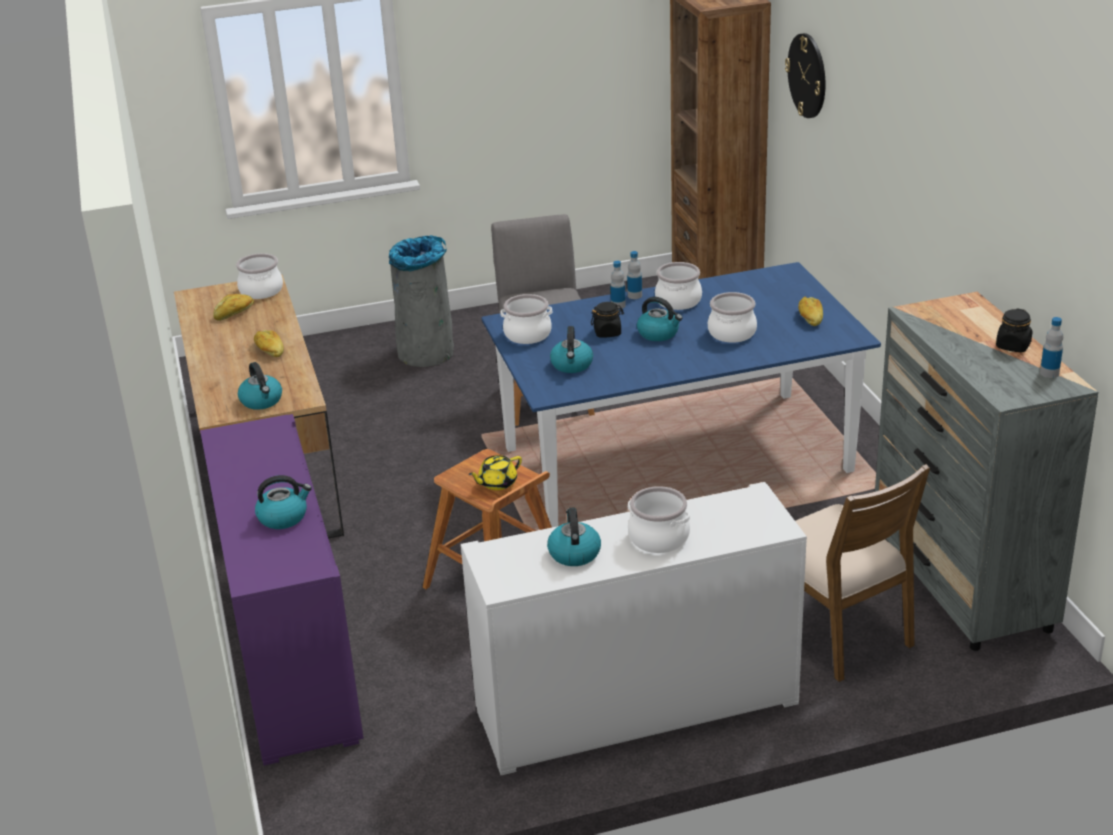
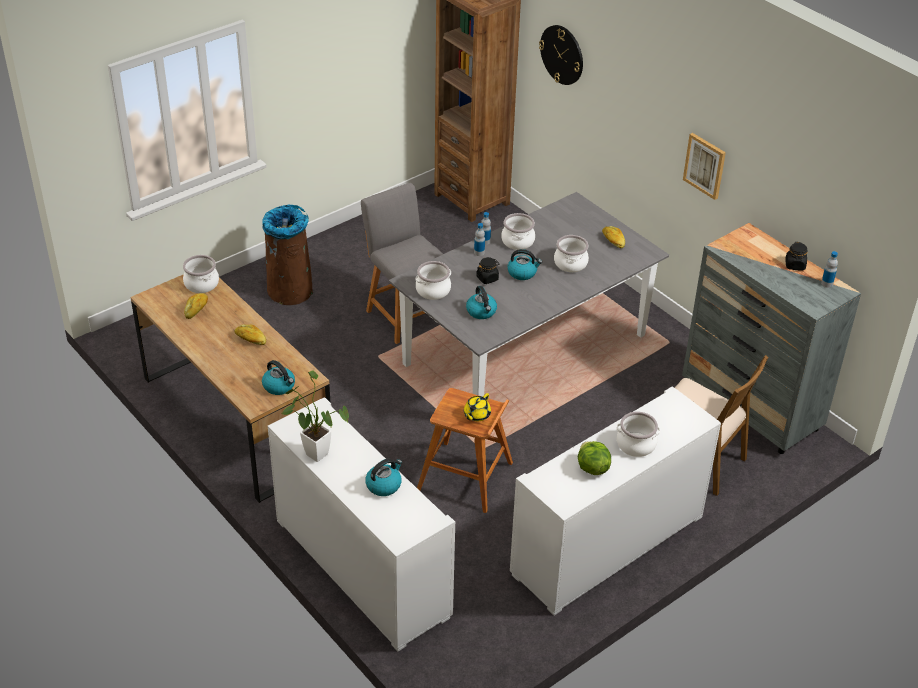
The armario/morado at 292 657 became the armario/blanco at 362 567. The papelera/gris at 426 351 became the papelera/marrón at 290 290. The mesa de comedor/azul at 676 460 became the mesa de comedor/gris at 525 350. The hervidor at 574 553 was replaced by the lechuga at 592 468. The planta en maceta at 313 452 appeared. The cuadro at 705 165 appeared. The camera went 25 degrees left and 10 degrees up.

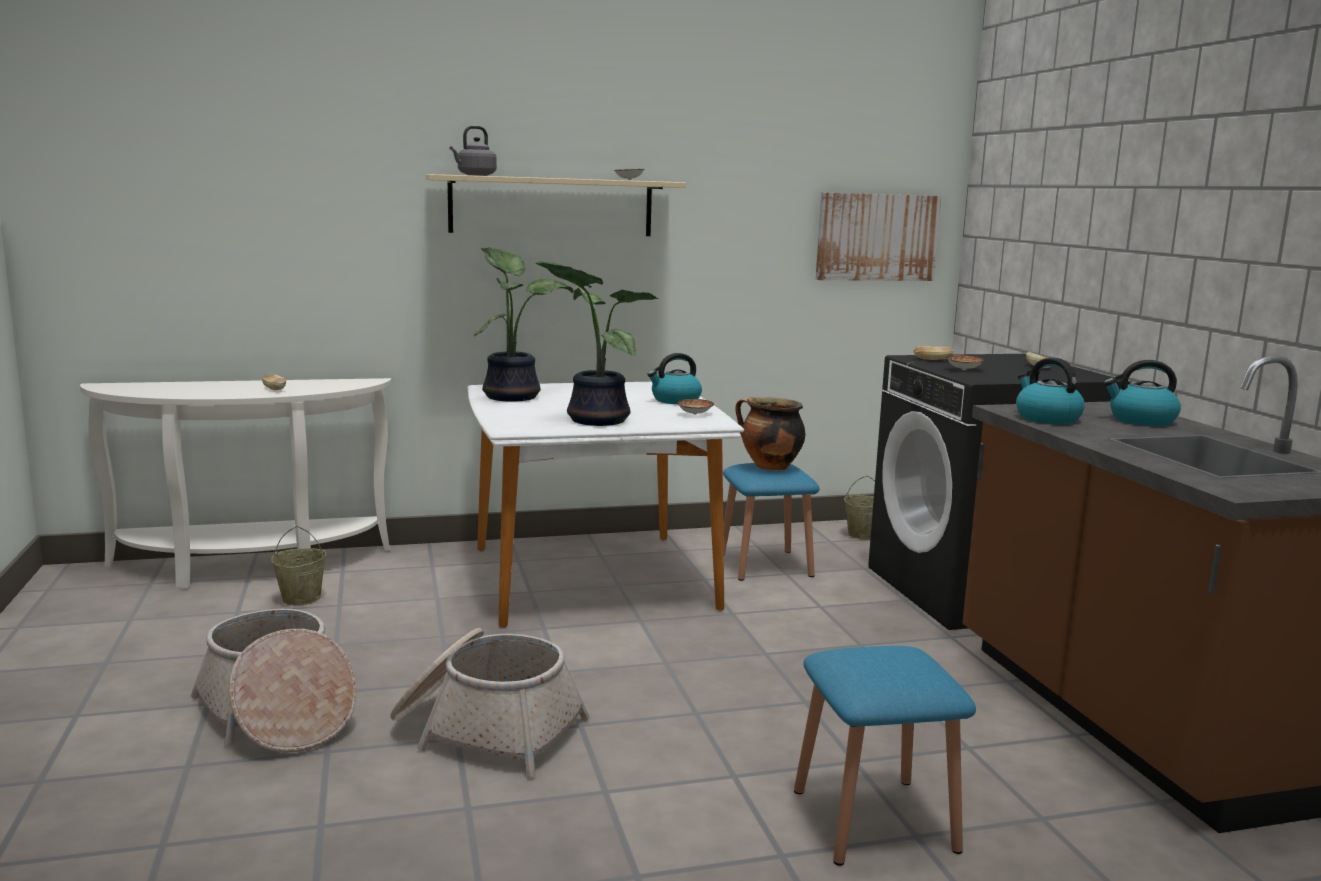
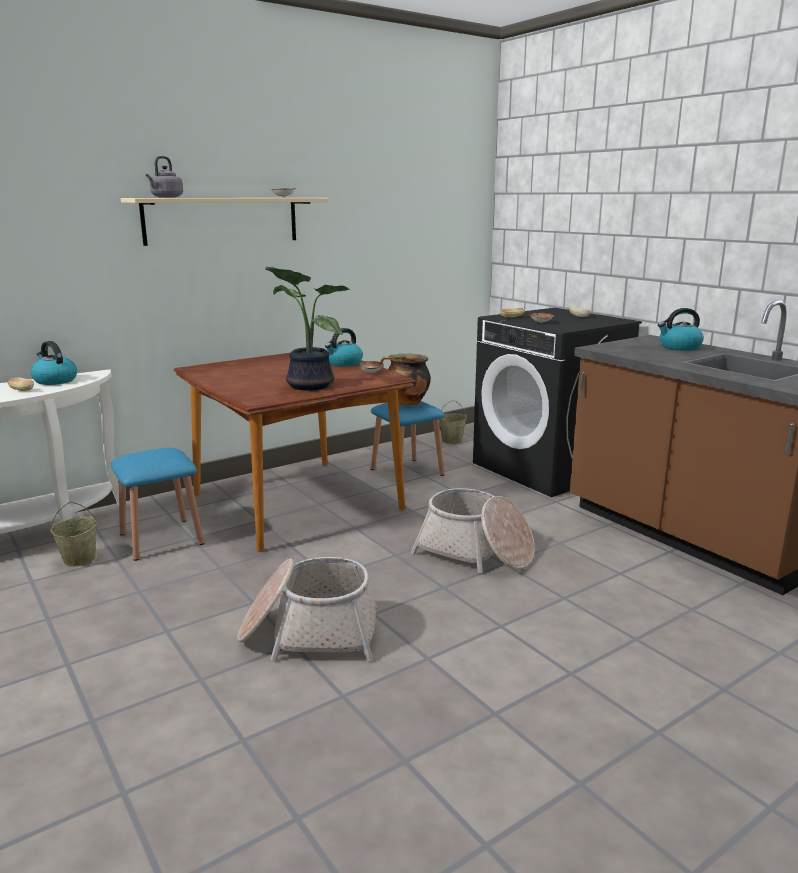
The cesta moved from 277 714 to 475 552. The mesa de comedor/blanco at 592 577 became the mesa de comedor/marrón at 296 501. The planta en maceta at 513 396 disappeared. The taburete/azul moved from 874 820 to 161 539. The cuadro at 877 237 disappeared. The hervidor moved from 1046 418 to 54 380. The camera went 20 degrees left and 5 degrees up.

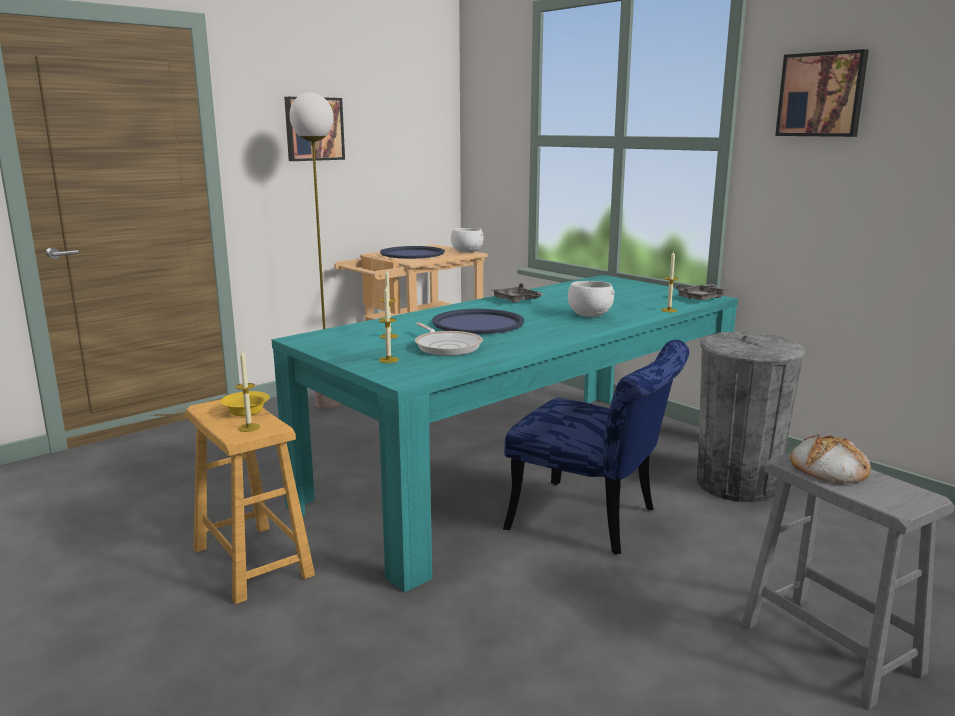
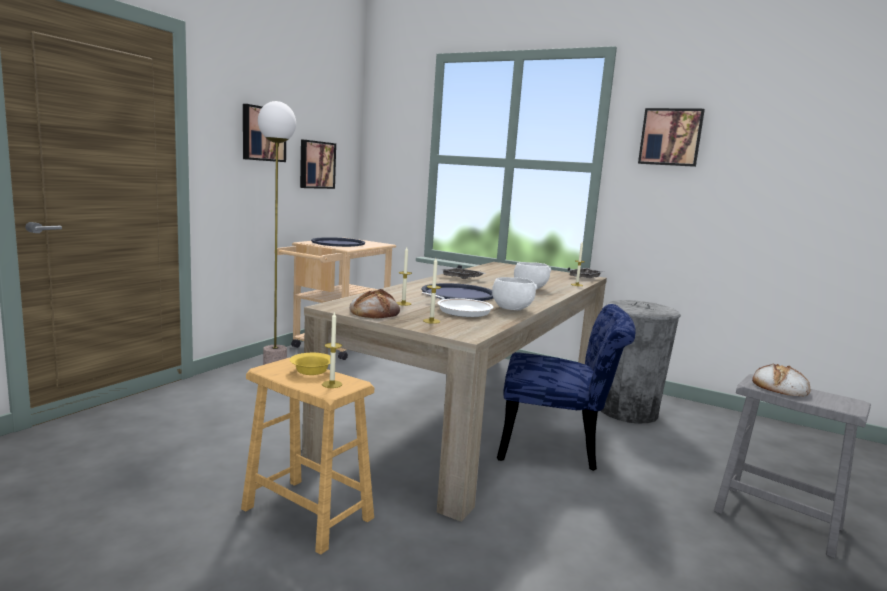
The mesa de comedor/turquesa at 526 469 became the mesa de comedor/beis at 477 412. The cuenco/blanco moved from 466 252 to 511 309. The cuadro at 316 164 appeared. The pan at 374 312 appeared. The camera went 20 degrees left and 5 degrees down.

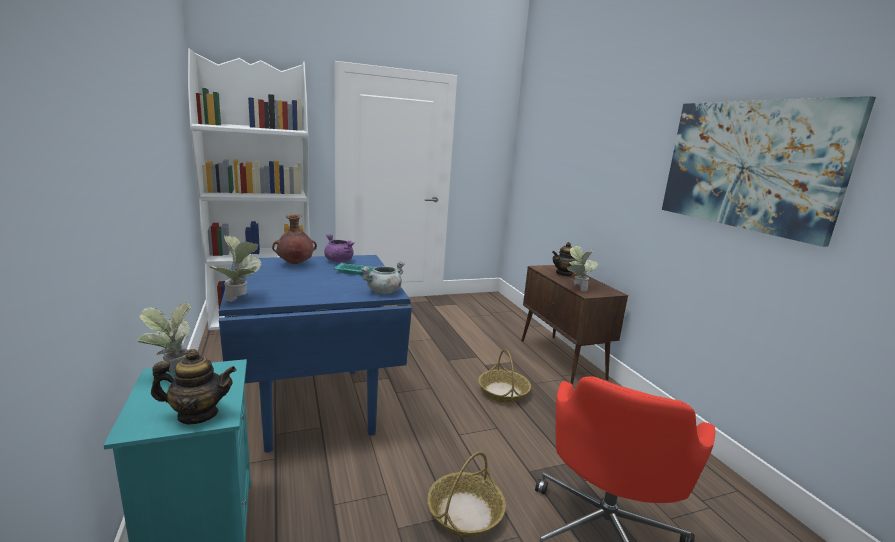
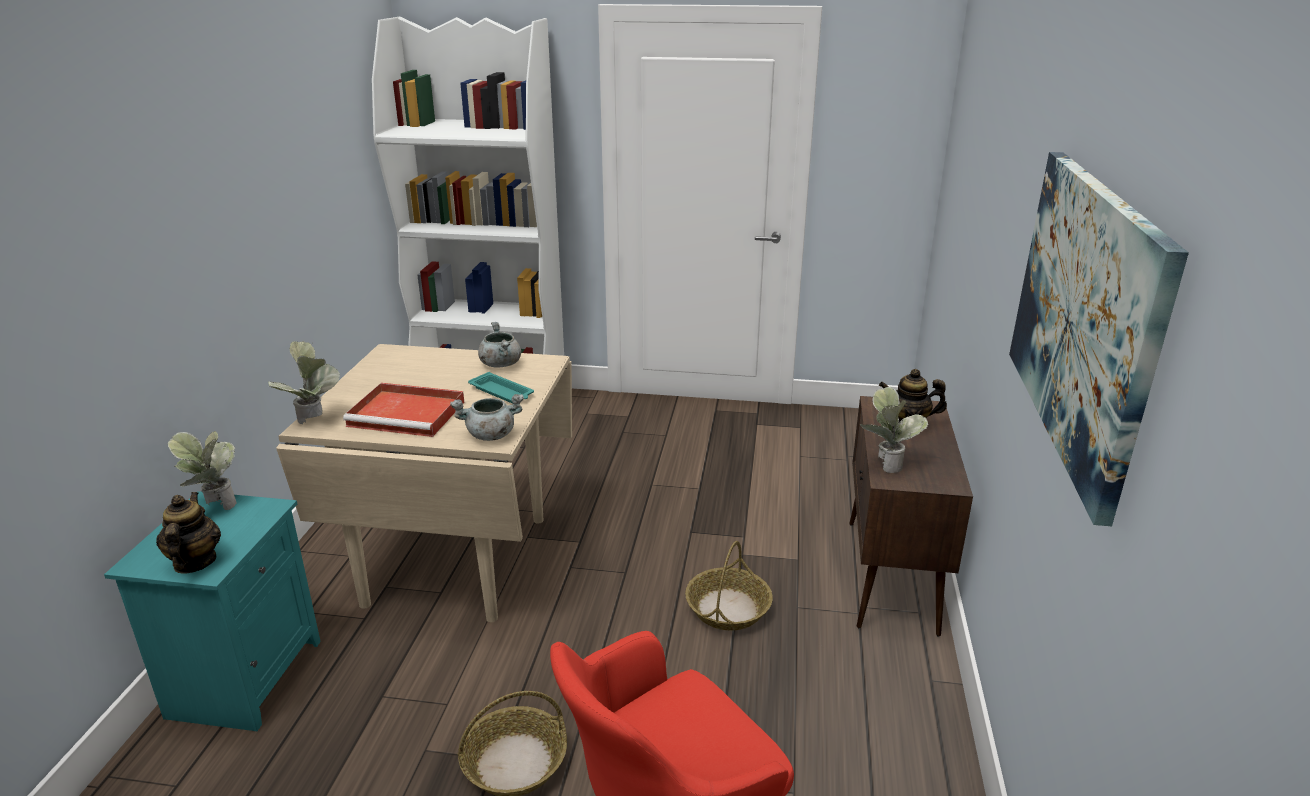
The tetera at 198 414 turned 120 degrees counterclockwise. The mesa de comedor/azul at 315 405 became the mesa de comedor/beis at 456 559. The florero/marrón at 295 264 disappeared. The olla/morado at 338 261 became the olla/gris at 500 364. The bandeja/rojo at 409 414 appeared. The camera went 30 degrees right and 10 degrees up.

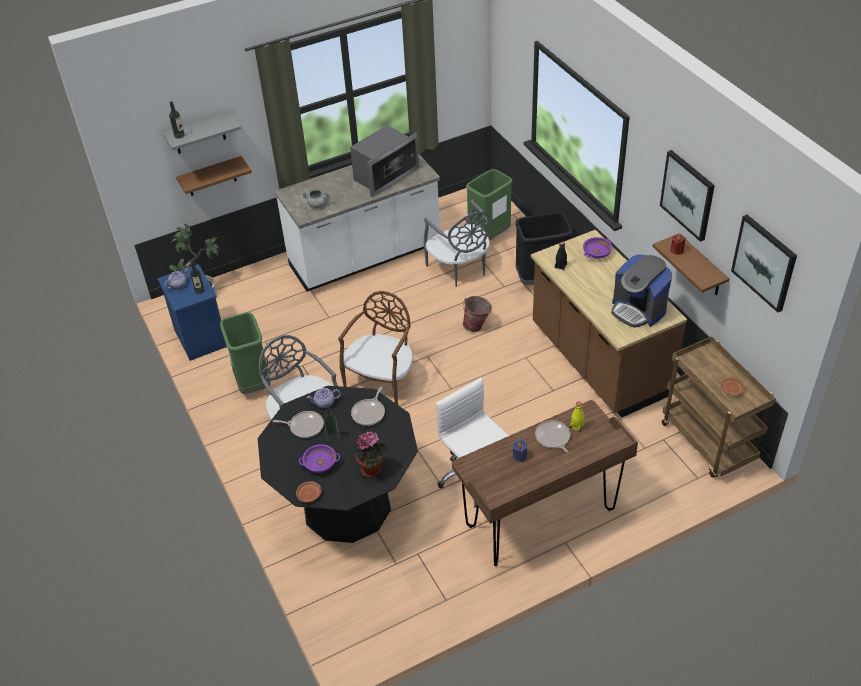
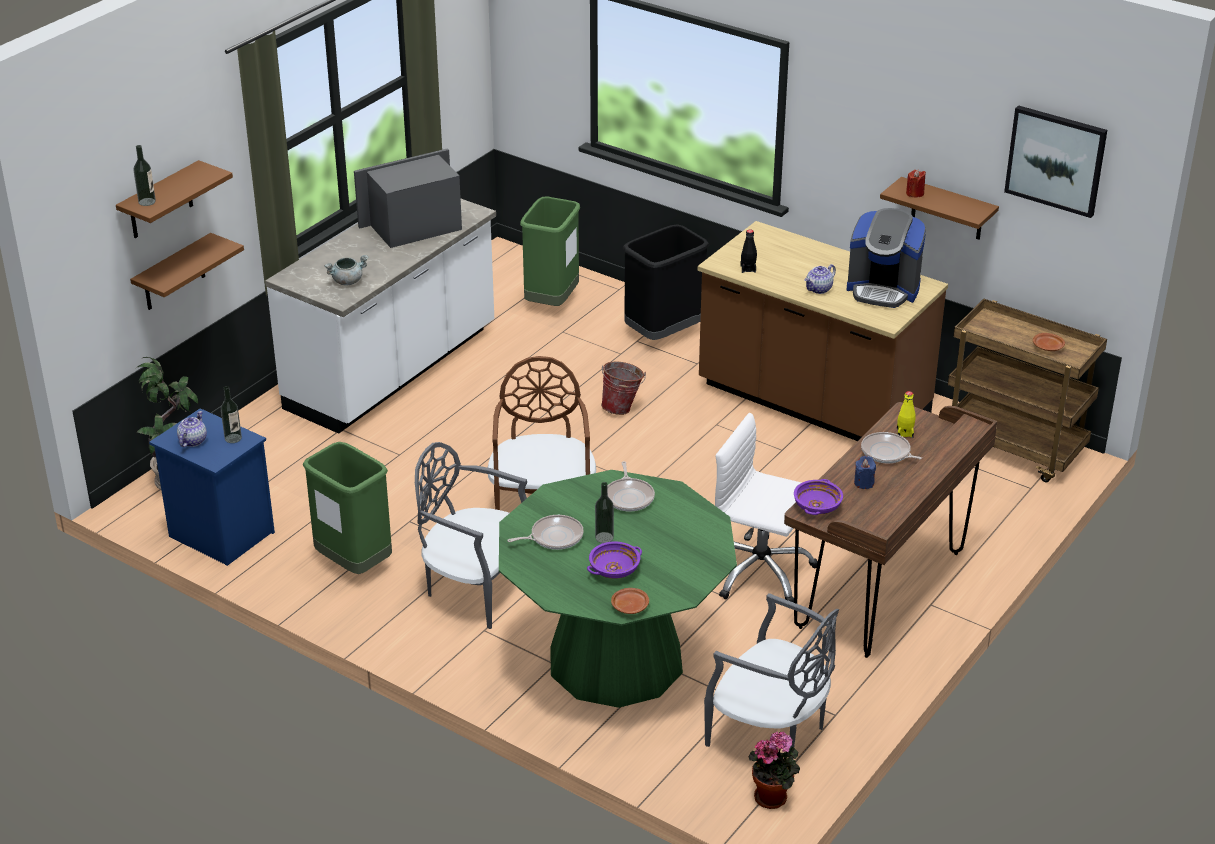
The estante/gris at 199 134 became the estante/marrón at 160 201. The mesa de comedor/negro at 347 506 became the mesa de comedor/verde at 616 660. The tetera moved from 324 403 to 819 289. The microondas at 384 175 turned 135 degrees counterclockwise. The planta en maceta moved from 373 469 to 773 797. The silla/gris moved from 459 269 to 770 732. The cuenco/morado moved from 597 253 to 817 507. The cuadro at 688 195 disappeared. The camera went 30 degrees left and 10 degrees down.

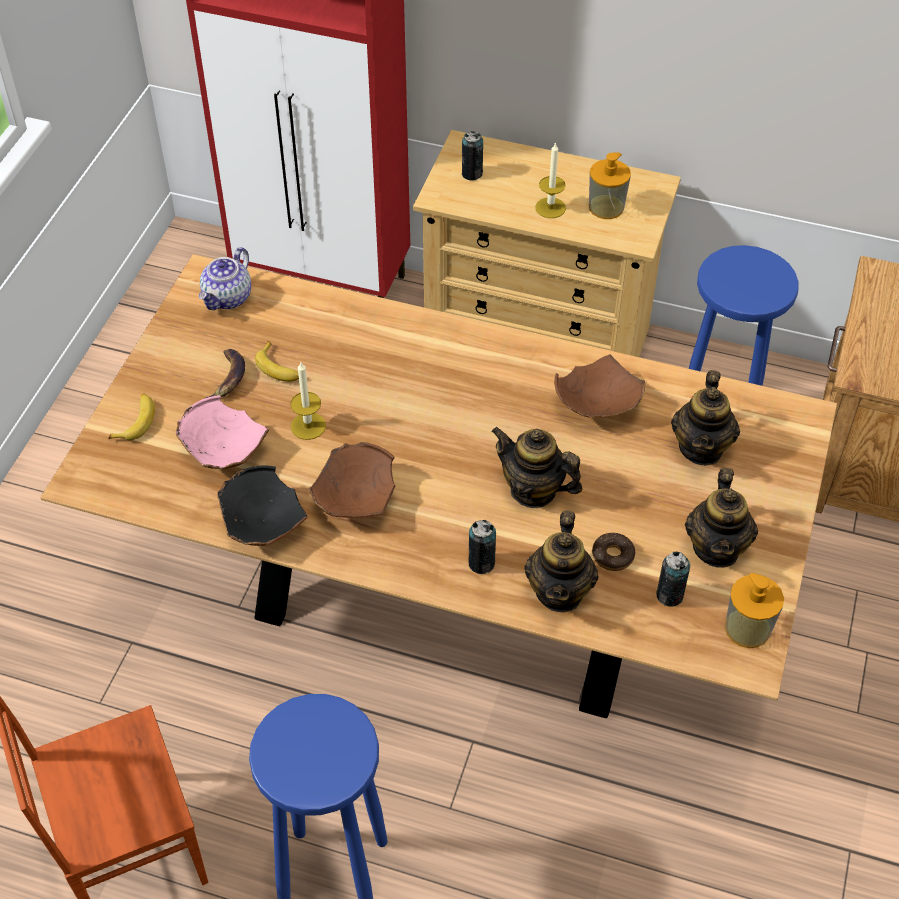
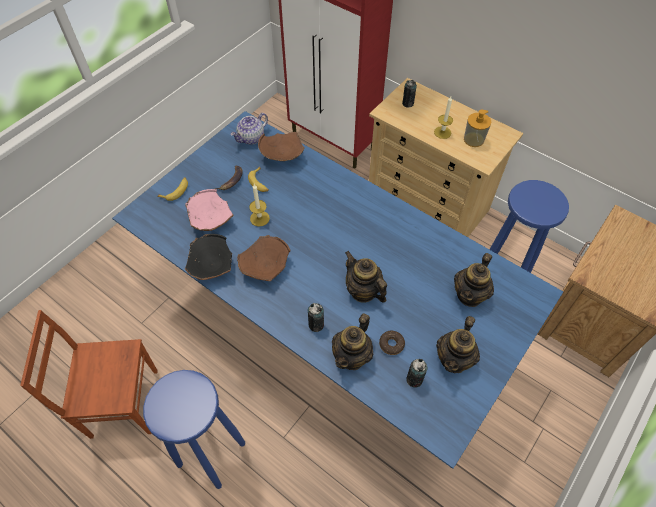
The mesa de comedor/marrón at 449 601 became the mesa de comedor/azul at 328 325. The cuenco/marrón moved from 597 407 to 282 156. The dispensador de jabón at 747 628 disappeared. The camera went 20 degrees right and 5 degrees up.

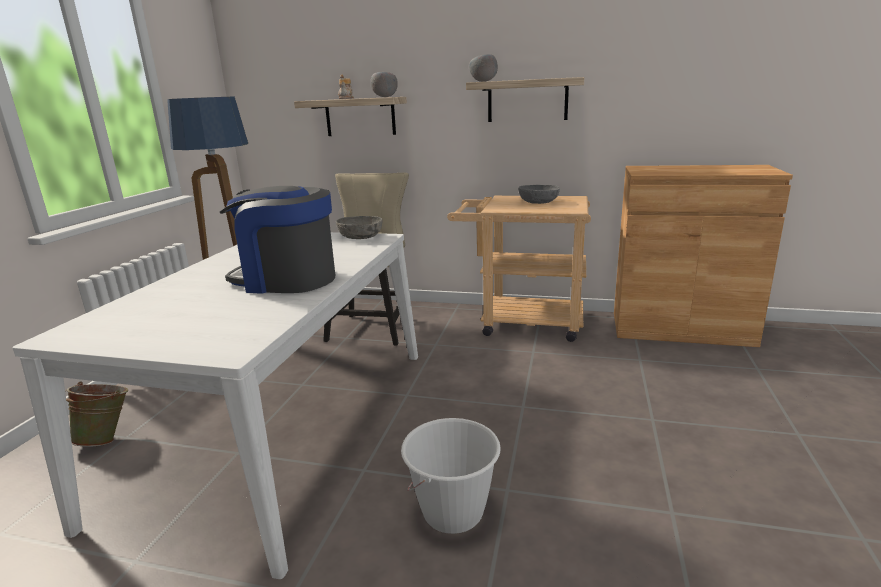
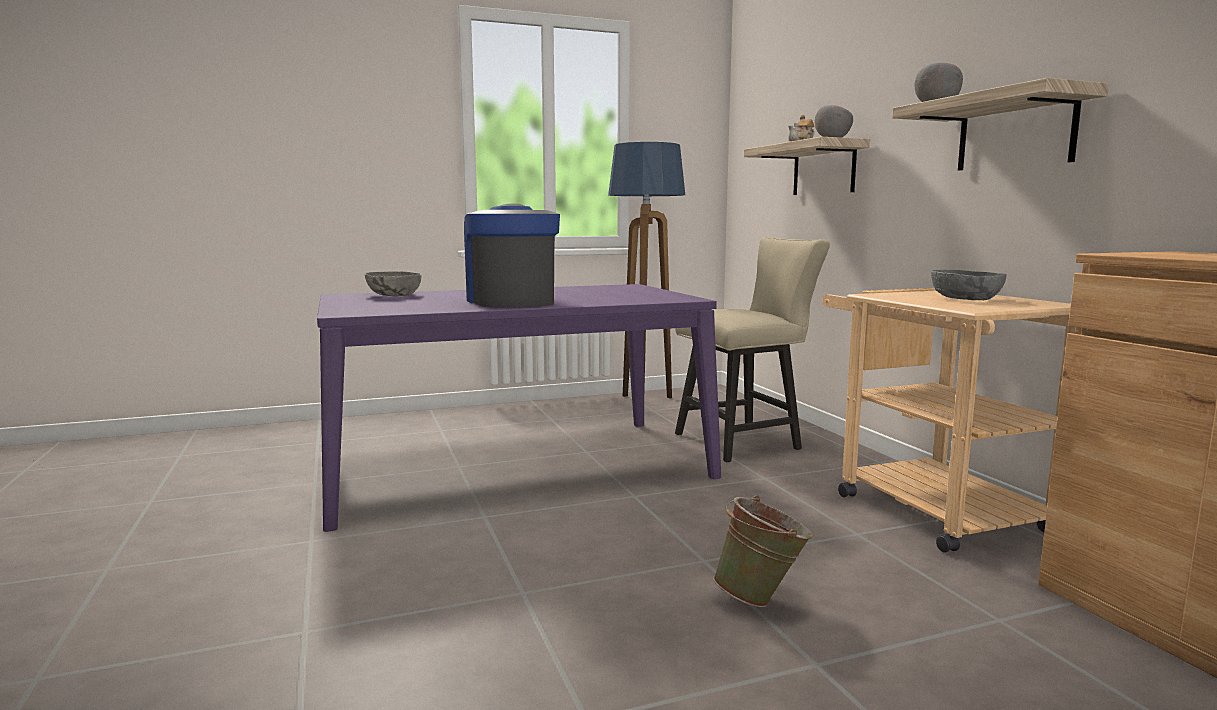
The mesa de comedor/blanco at 283 424 became the mesa de comedor/morado at 515 466. The cubo/verde moved from 107 438 to 761 599. The cuenco/gris moved from 361 237 to 394 295. The cubo/blanco at 453 512 disappeared. The camera went 55 degrees right and 10 degrees down.

